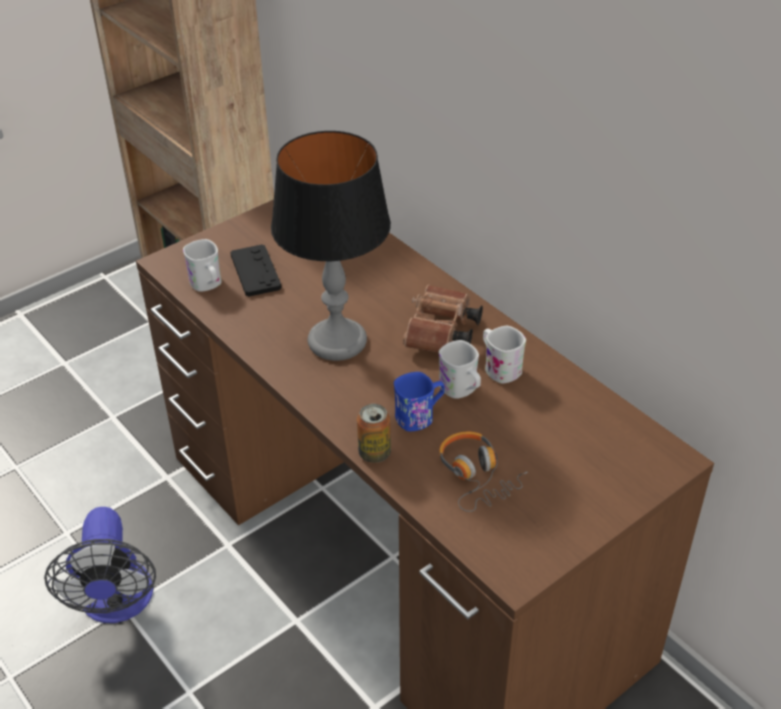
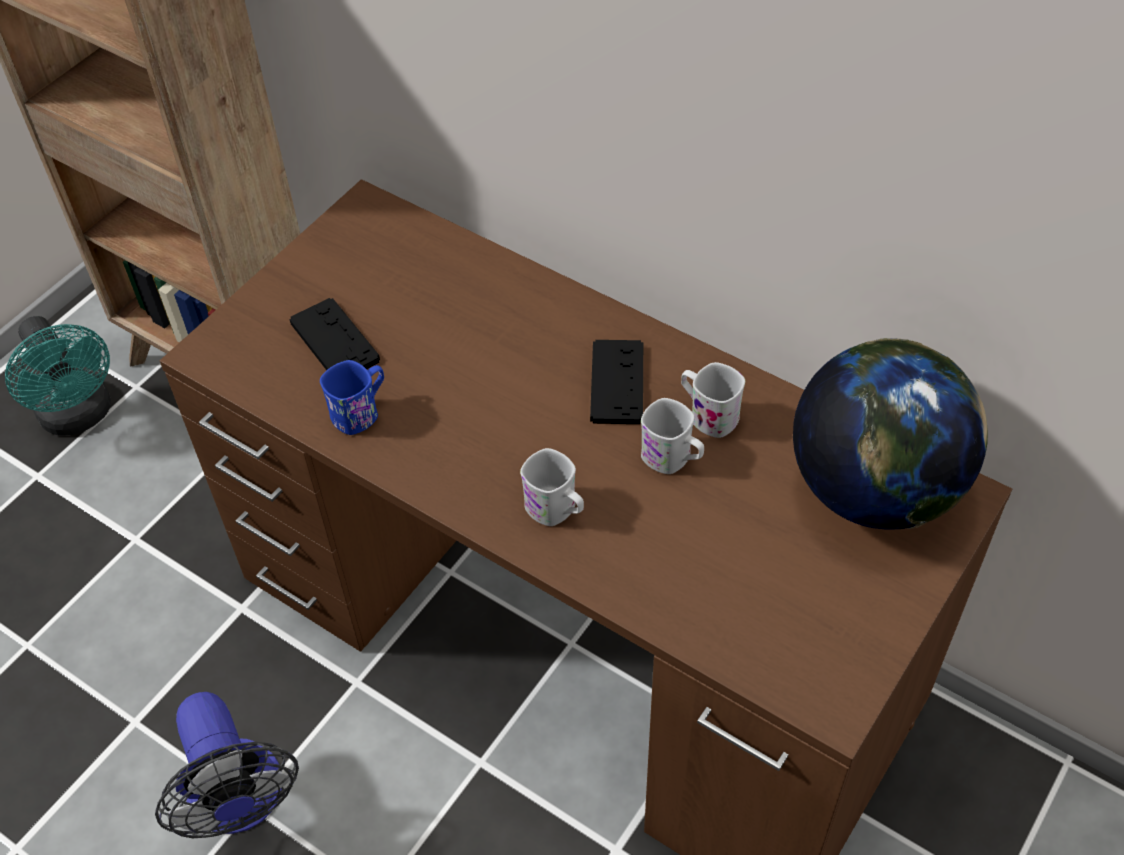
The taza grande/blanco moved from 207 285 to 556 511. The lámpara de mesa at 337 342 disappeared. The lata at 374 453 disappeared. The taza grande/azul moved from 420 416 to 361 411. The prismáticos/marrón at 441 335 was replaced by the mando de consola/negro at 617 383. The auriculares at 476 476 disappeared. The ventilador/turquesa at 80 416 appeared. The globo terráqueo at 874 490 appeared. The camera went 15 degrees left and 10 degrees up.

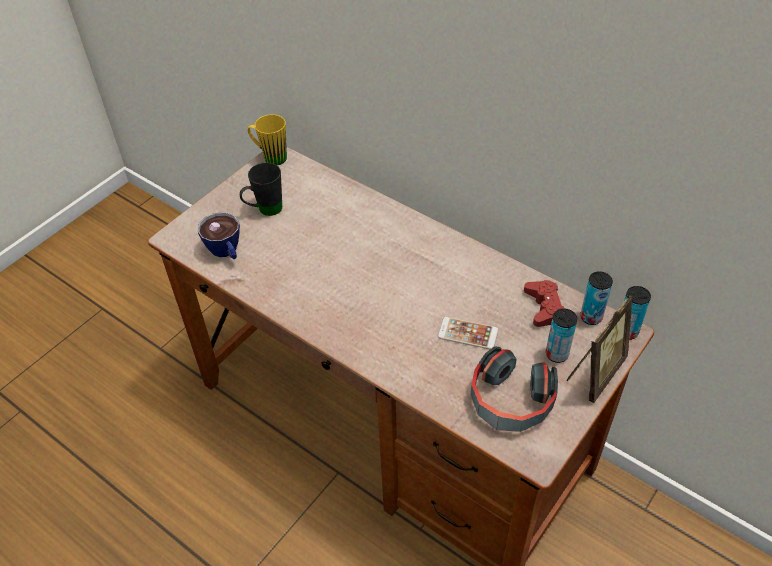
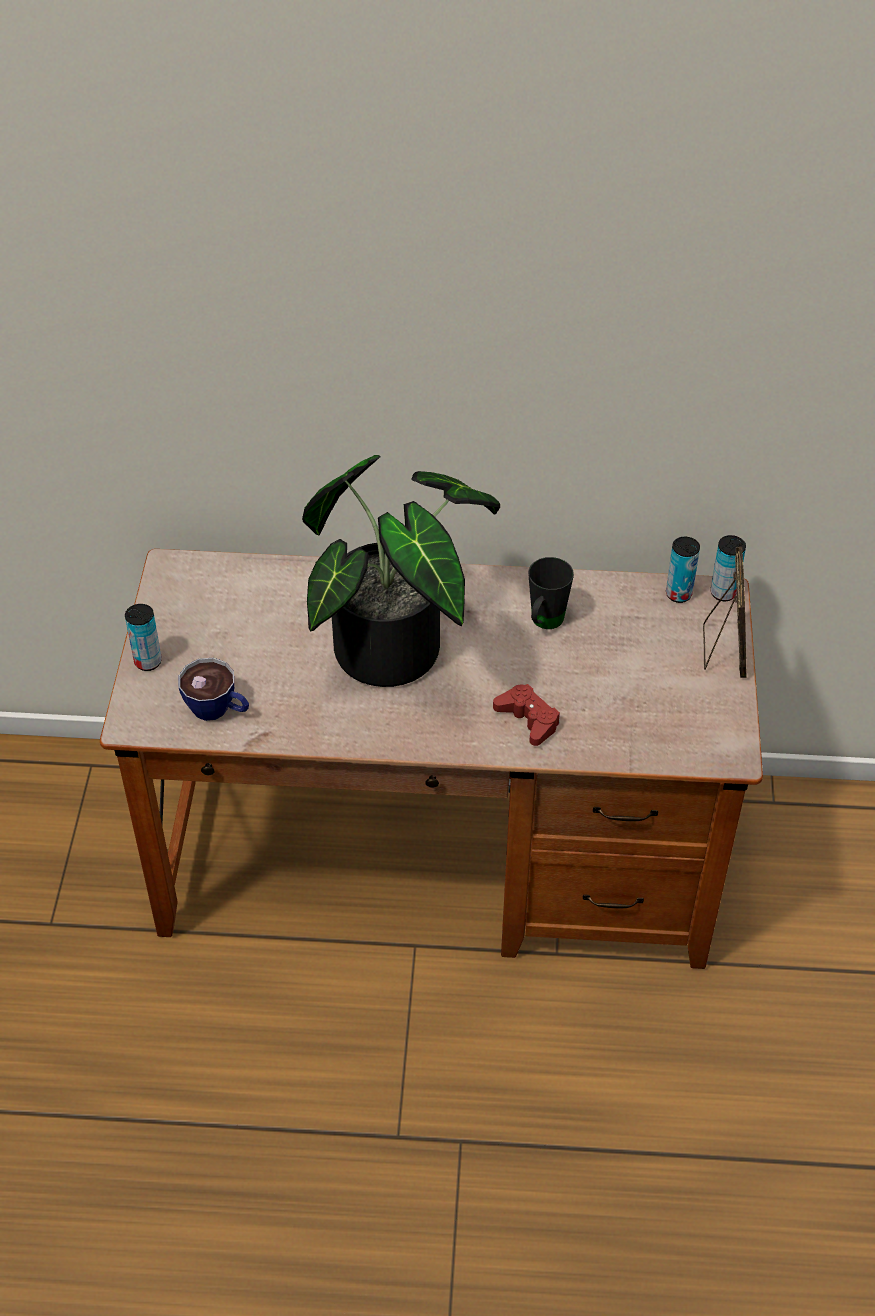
The taza grande/negro moved from 264 210 to 544 623. The taza grande/amarillo at 270 157 disappeared. The móvil at 468 333 disappeared. The auriculares at 510 401 disappeared. The mando de consola/rojo moved from 544 307 to 528 719. The lata moved from 556 354 to 148 661. The planta en maceta at 401 648 appeared. The camera went 35 degrees left and 0 degrees up.

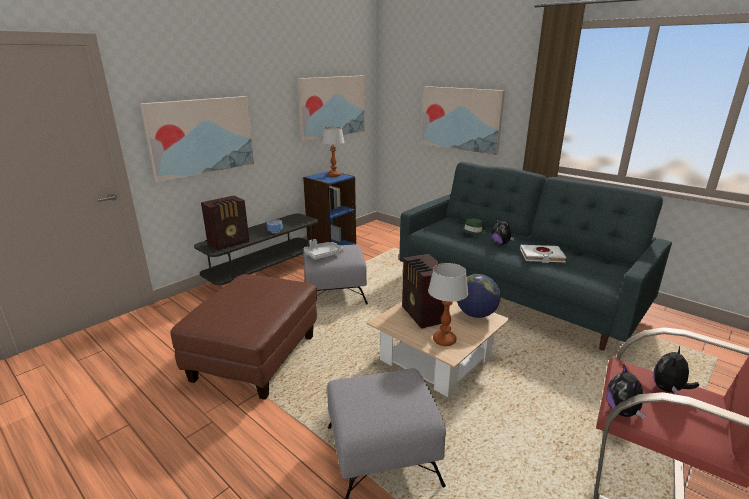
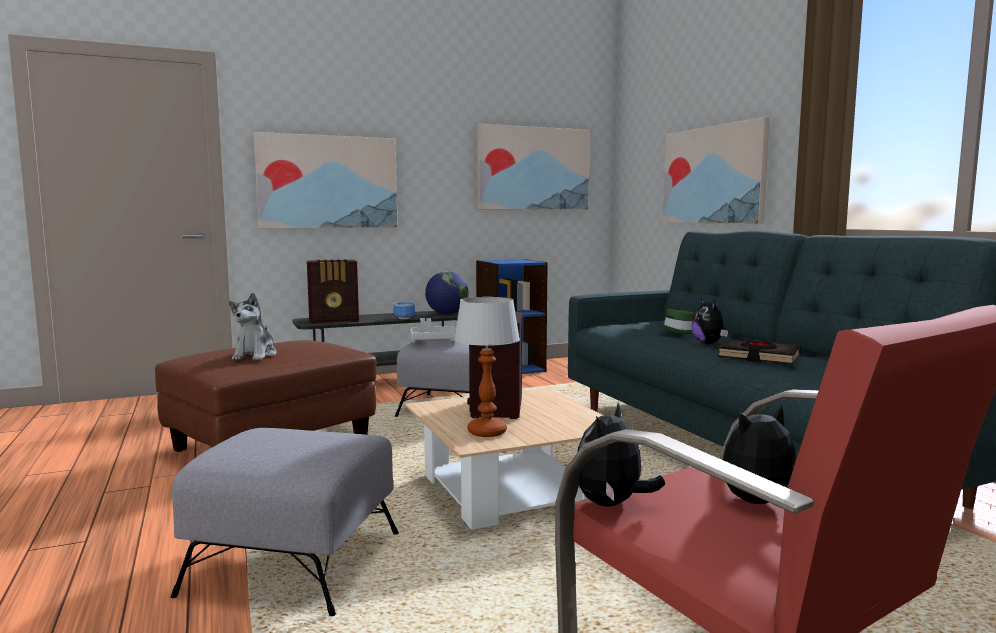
The lámpara de mesa at 333 175 disappeared. The globo terráqueo moved from 476 314 to 447 314. The libro/blanco at 541 256 became the libro/negro at 758 357. The peluche at 255 355 appeared. The camera went 25 degrees right and 15 degrees down.

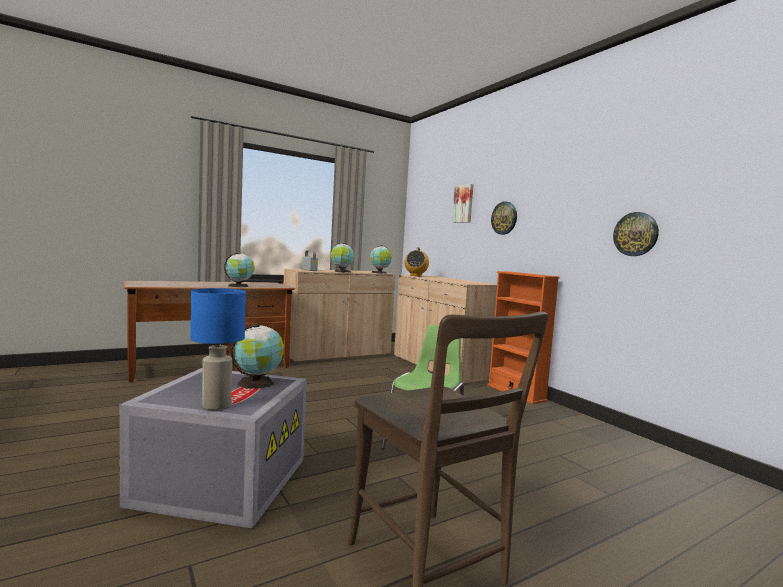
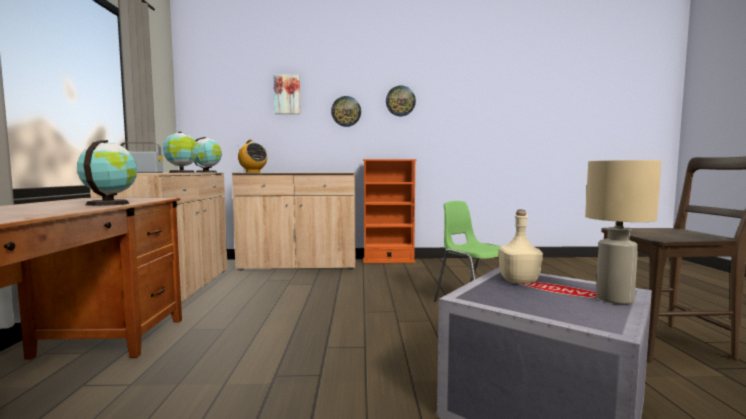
The lámpara de mesa/azul at 216 406 became the lámpara de mesa/beis at 615 299. The globo terráqueo at 257 382 was replaced by the botella/beis at 518 281. The reloj de pared moved from 635 234 to 400 101. The camera went 60 degrees left and 0 degrees up.

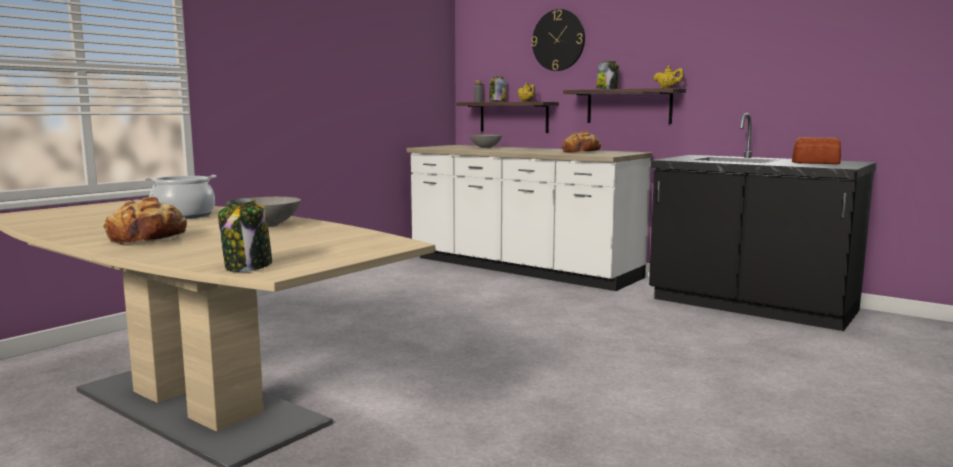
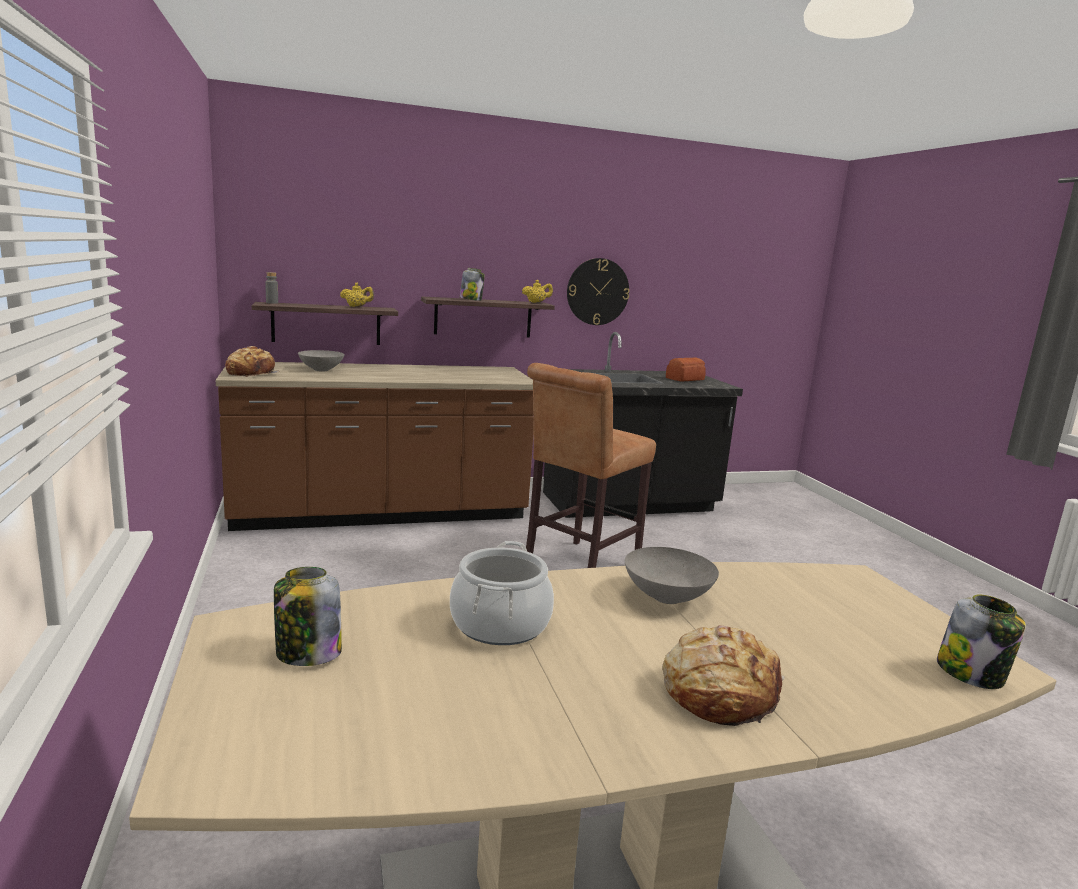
The mueble bajo de cocina/blanco at 521 268 became the mueble bajo de cocina/marrón at 381 513. The tarro moved from 497 102 to 307 653. The reloj de pared moved from 558 40 to 597 291. The pan moved from 581 152 to 251 373. The taburete/marrón at 577 568 appeared. The camera went 55 degrees left and 5 degrees up.

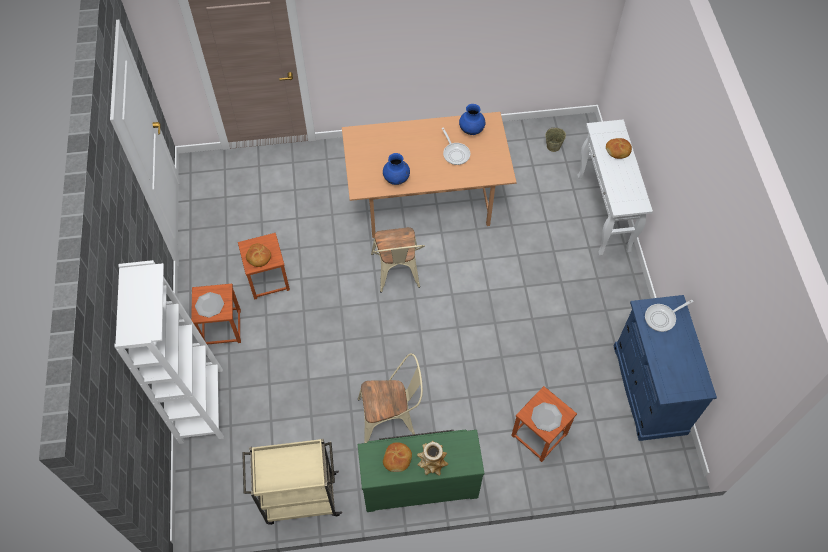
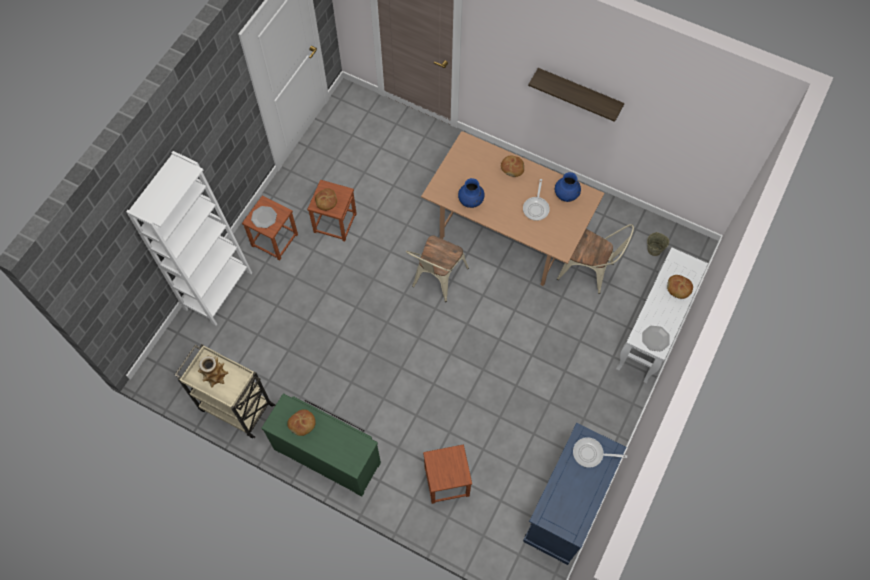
The silla/beis moved from 391 417 to 590 272. The florero moved from 432 463 to 215 375. The plato moved from 546 417 to 655 339. The pan at 512 168 appeared. The estante at 579 93 appeared. The camera went 35 degrees right and 5 degrees up.

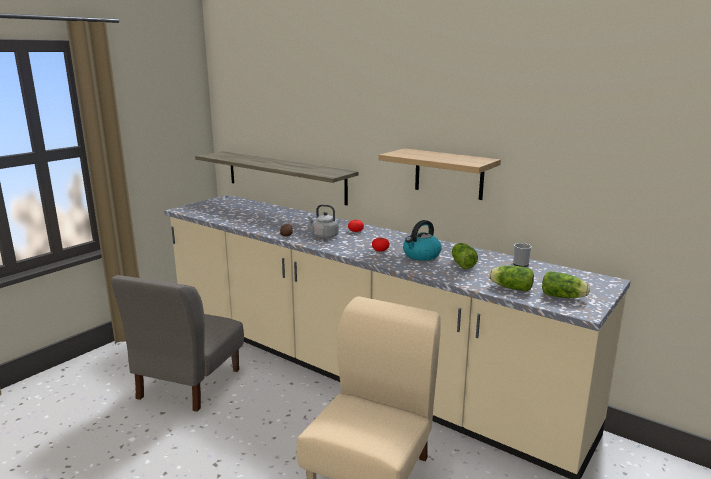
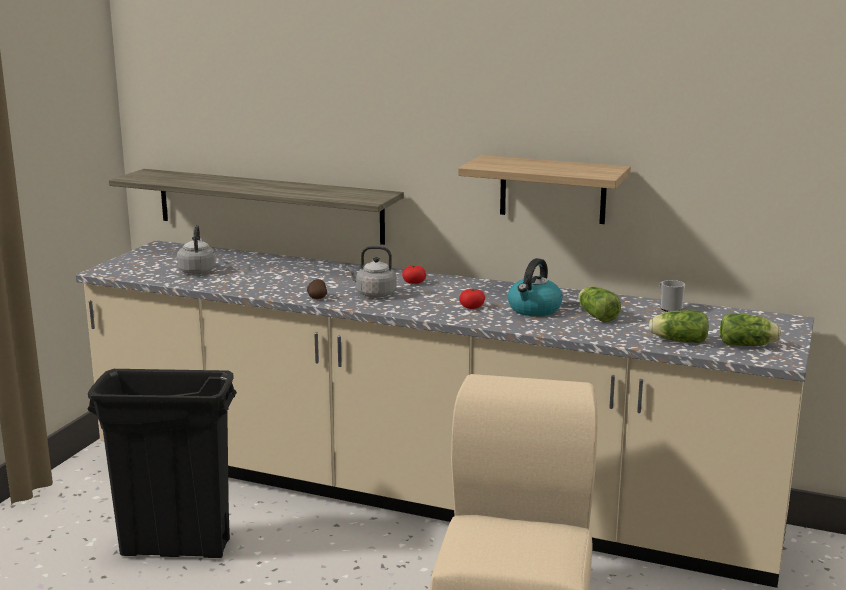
The silla/gris at 188 384 was replaced by the papelera/negro at 174 548. The hervidor/gris at 197 270 appeared. The camera went 15 degrees left and 0 degrees up.

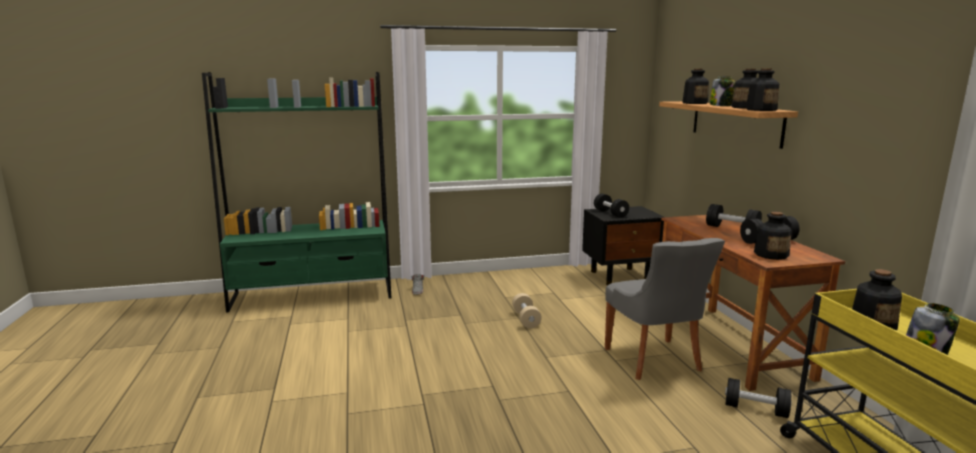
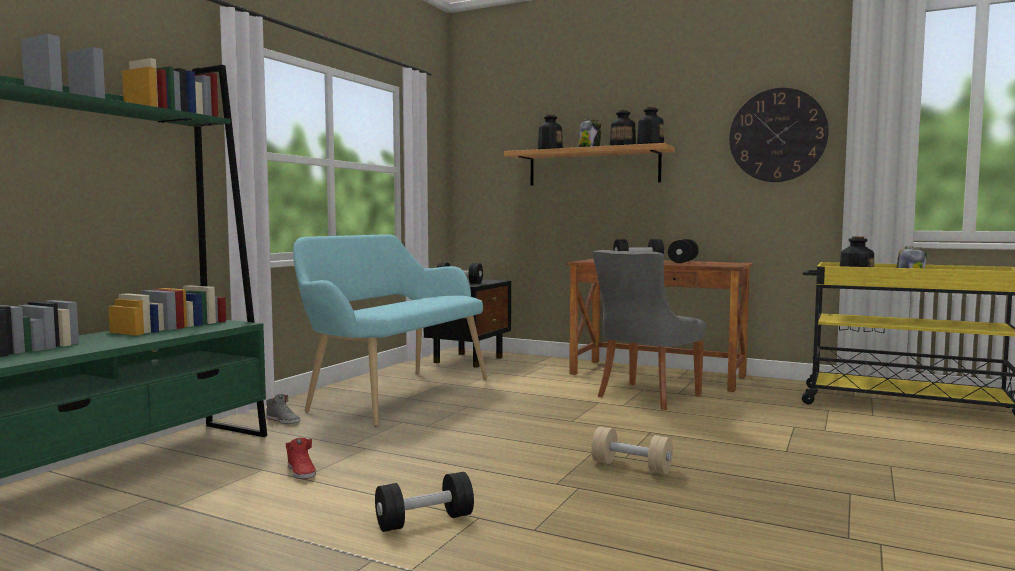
The mancuerna/beis moved from 526 319 to 631 466. The silla/gris at 654 361 turned 105 degrees clockwise. The mancuerna/negro moved from 755 409 to 424 521. The botella at 771 254 disappeared. The zapato/rojo at 301 471 appeared. The banco/turquesa at 394 394 appeared. The reloj de pared at 777 135 appeared. The camera went 50 degrees left and 10 degrees down.

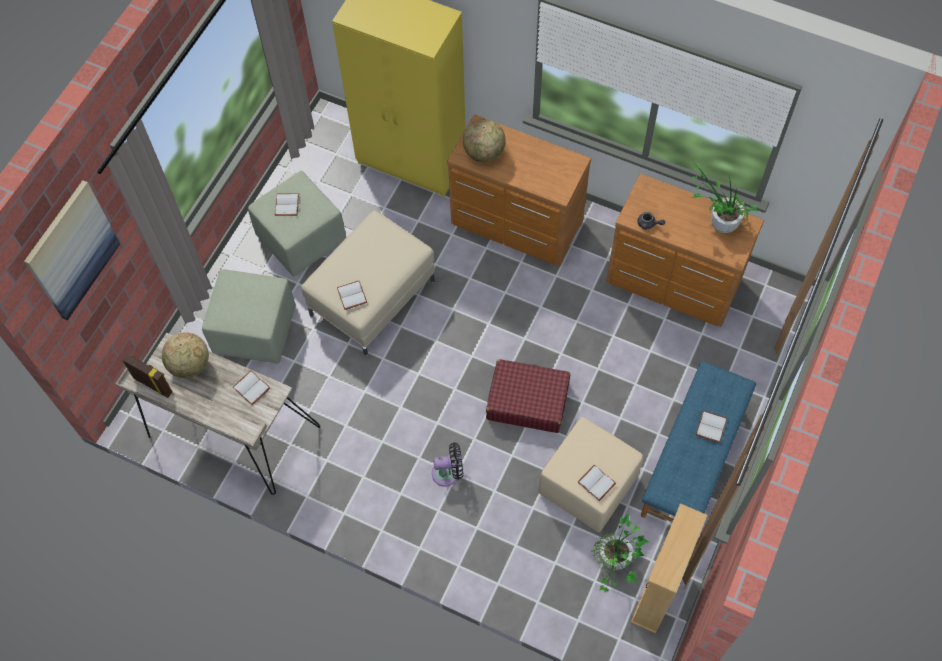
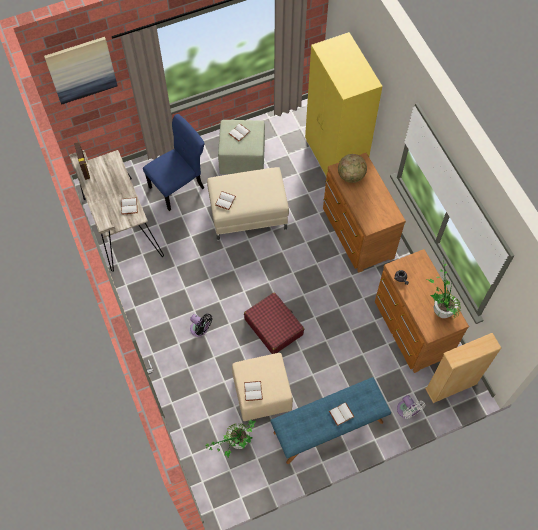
The globo terráqueo at 190 365 disappeared. The puf/verde at 256 330 was replaced by the silla/azul at 178 186. The estantería/beis moved from 657 592 to 451 386. The ventilador/blanco at 407 411 appeared. The camera went 40 degrees right and 0 degrees up.

